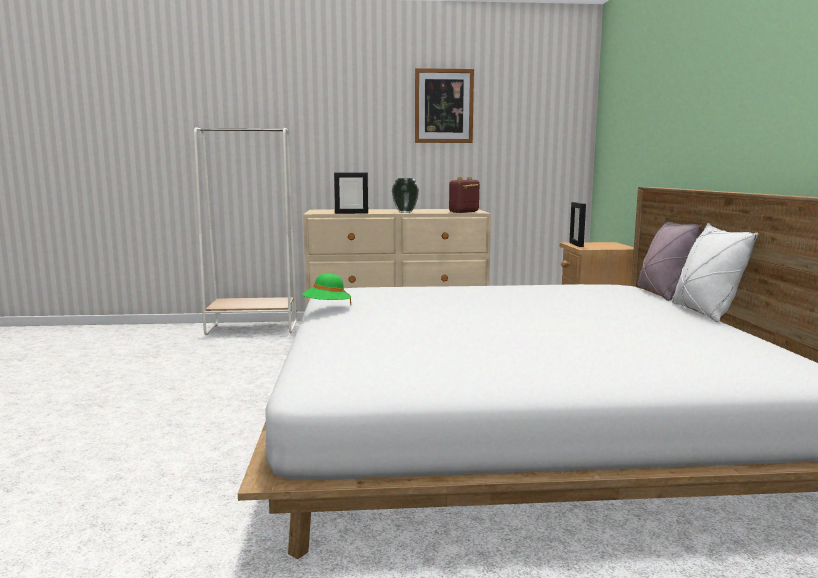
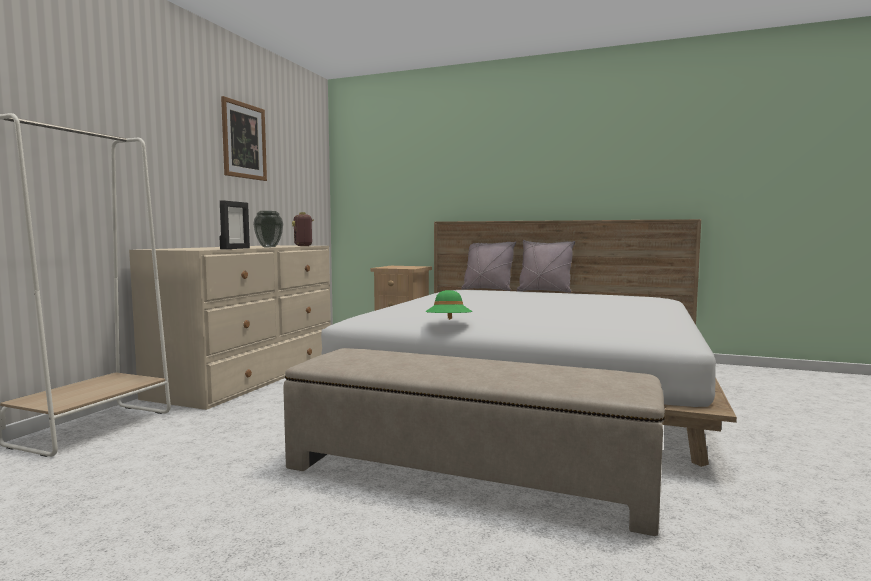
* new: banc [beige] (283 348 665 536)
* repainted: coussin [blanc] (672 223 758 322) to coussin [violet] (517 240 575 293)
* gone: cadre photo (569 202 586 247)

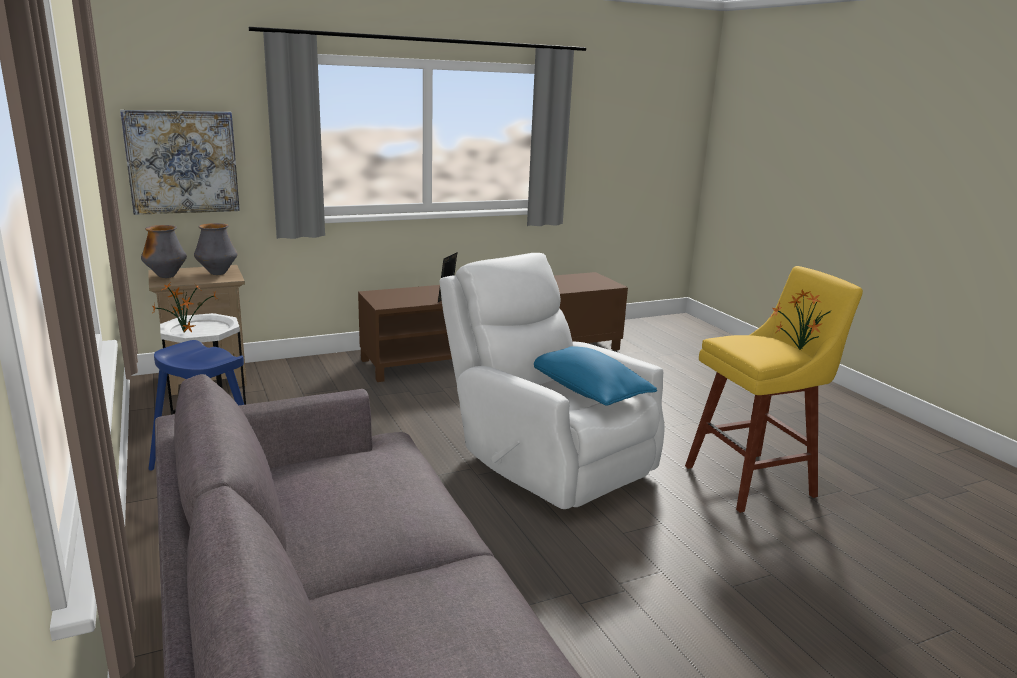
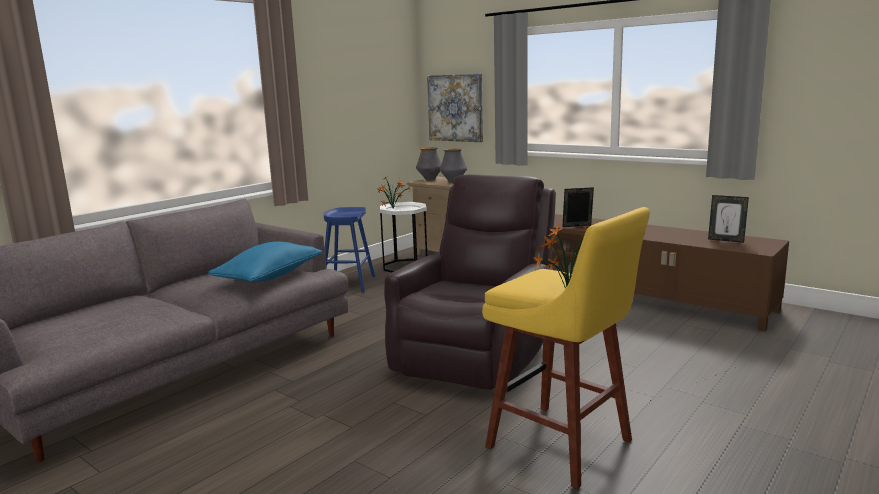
* shifted: coussin [bleu] (534 346 657 406) to (208 241 322 282)
* repainted: fauteuil [blanc] (439 253 665 509) to fauteuil [marron] (384 174 556 390)
* new: cadre photo (708 195 749 243)

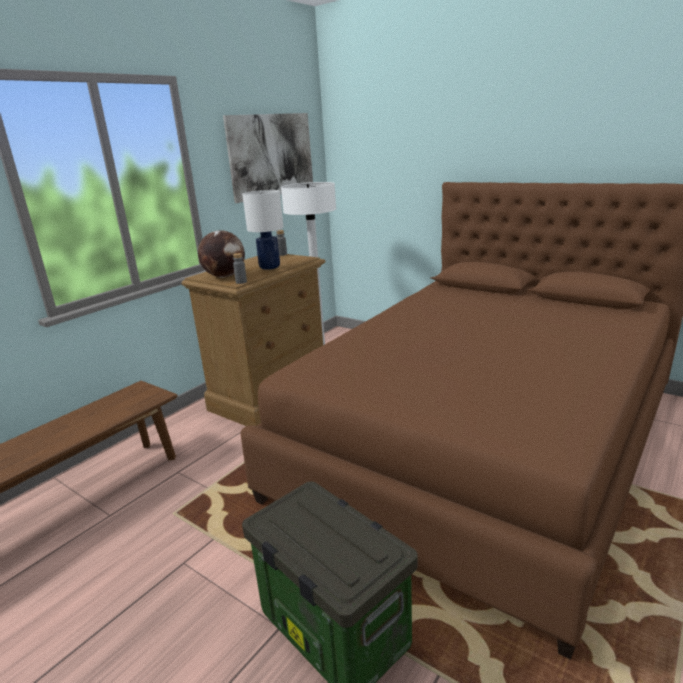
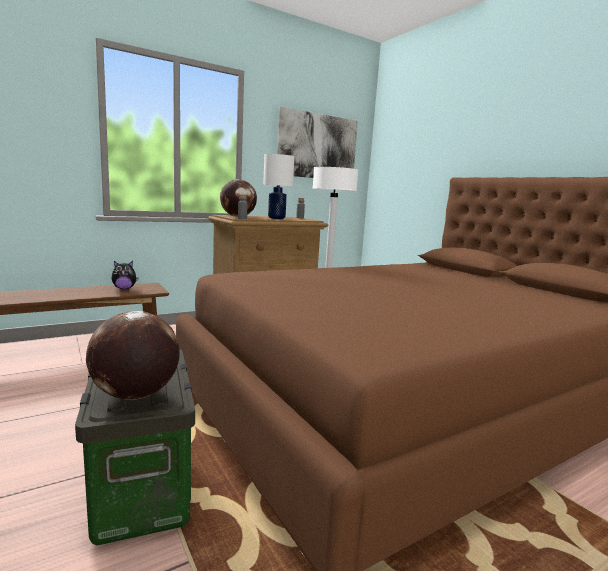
* new: globe (86 311 180 400)
* new: peluche (111 261 139 289)

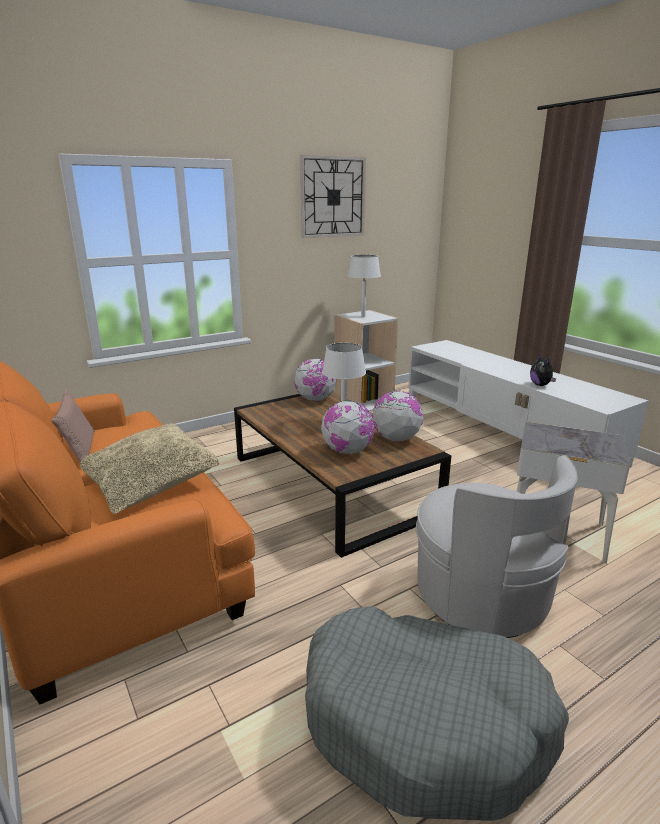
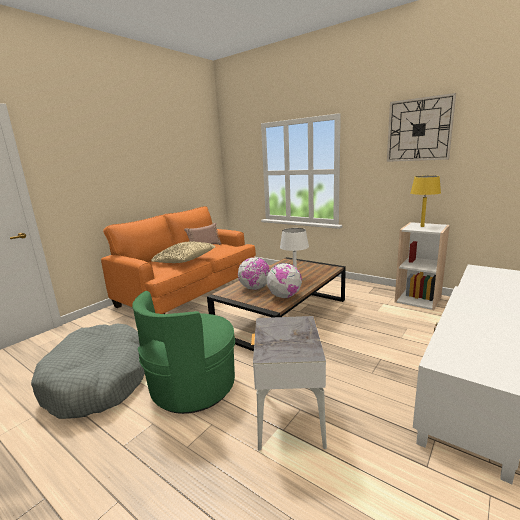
* repainted: fauteuil [blanc] (416 455 578 638) to fauteuil [vert] (132 291 235 414)
* repainted: lampe de table [blanc] (348 255 381 317) to lampe de table [jaune] (411 176 441 227)
* gone: globe (294 359 336 401)
* gone: peluche (530 354 556 386)

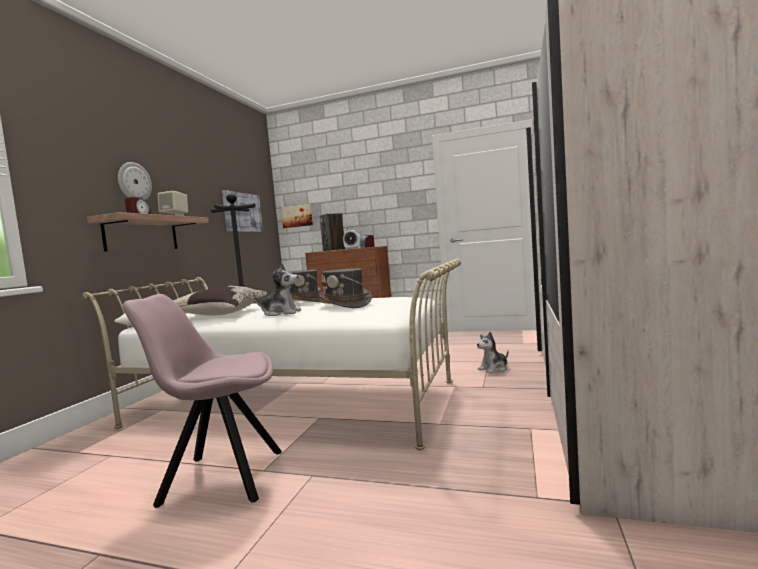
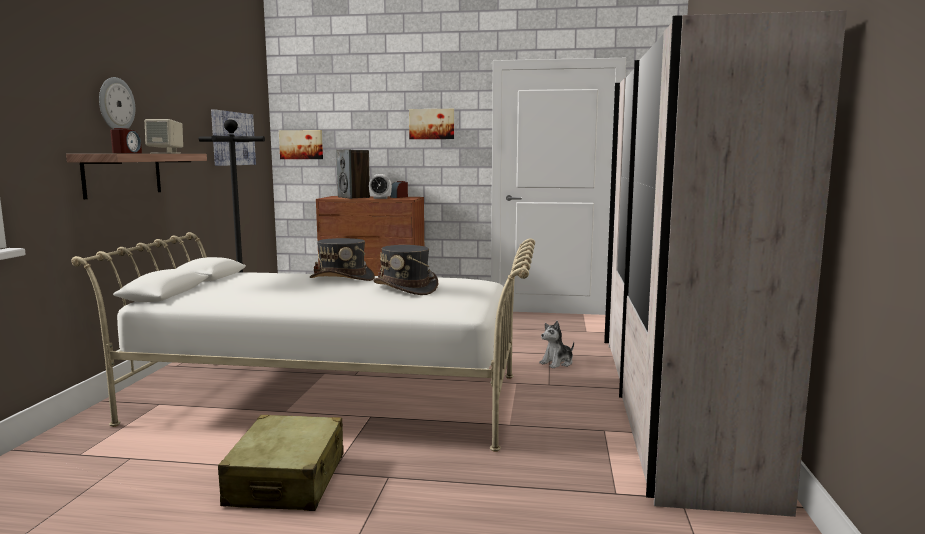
* swapped: chaise [rose] (122 294 282 508) to valise [beige] (218 415 344 511)
* new: tableau (409 109 454 139)
* gone: coussin (173 286 267 315)
* gone: peluche (254 263 301 316)

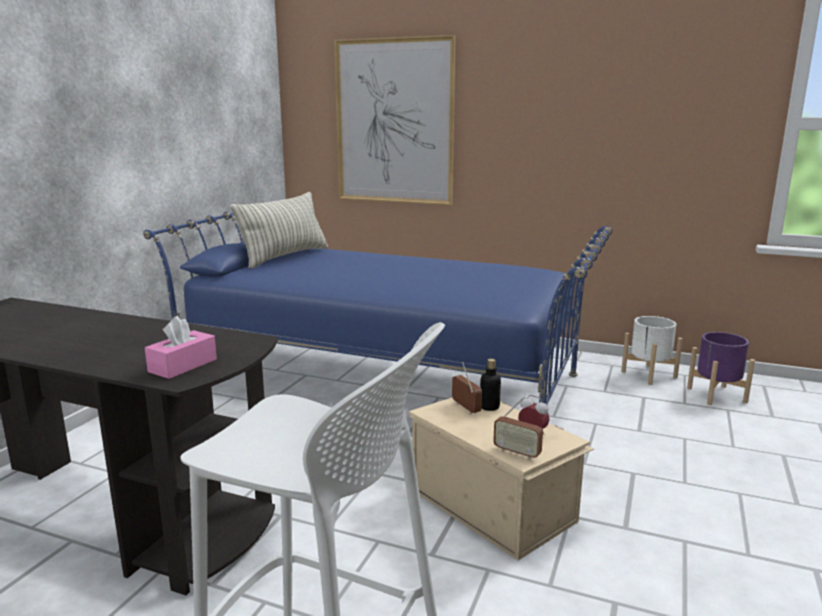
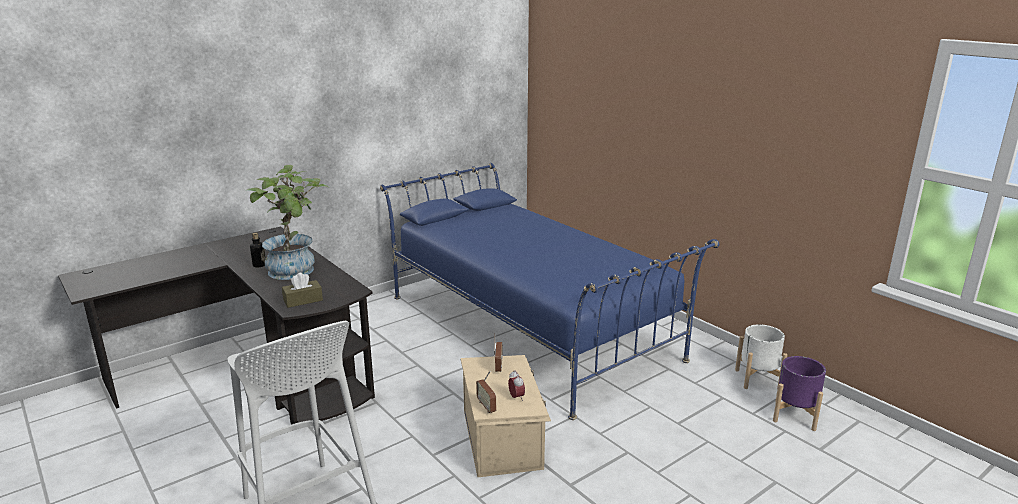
* new: plante en pot (247 165 328 280)
* shifted: bouteille (480 359 501 411) to (250 233 266 267)
* repainted: boîte à mouchoirs [rose] (145 316 217 379) to boîte à mouchoirs [marron] (282 272 323 308)
* gone: coussin (230 192 328 269)
* gone: tableau (334 35 456 205)

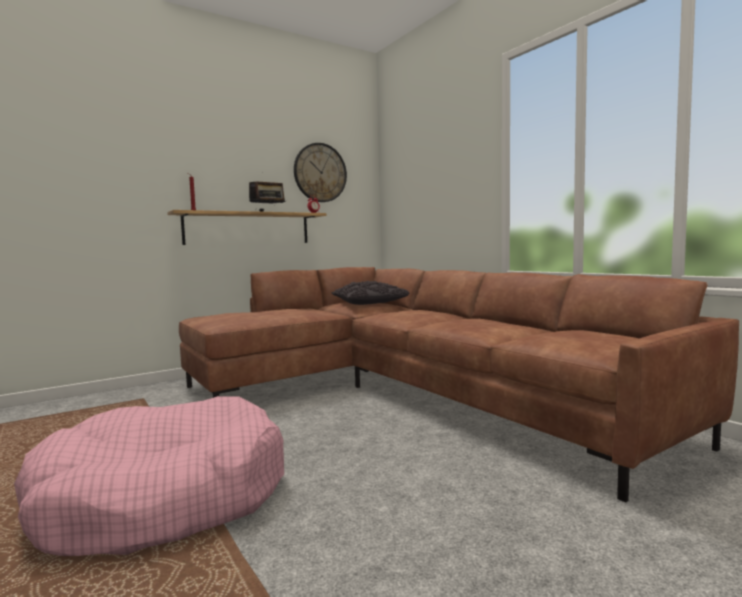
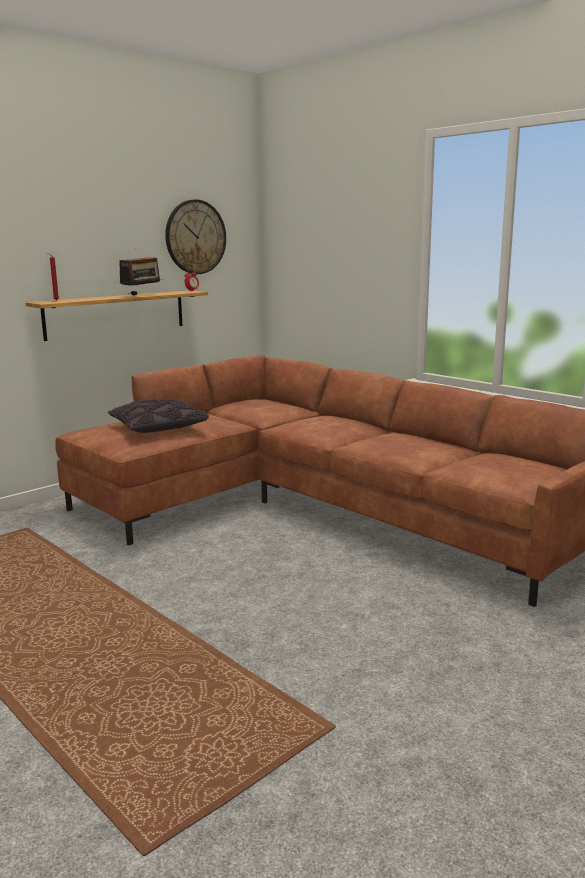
* shifted: coussin [noir] (332 281 409 305) to (108 398 209 433)
* gone: panier pour chien [rose] (14 396 284 556)

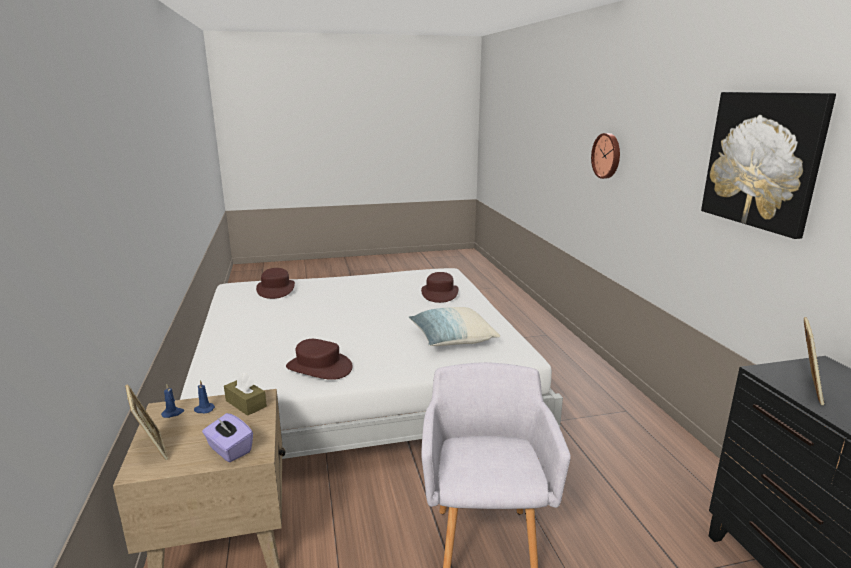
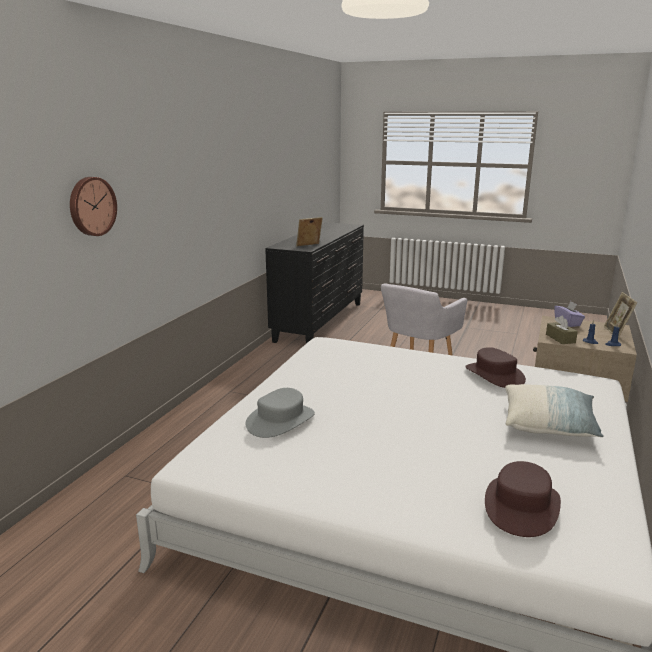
* repainted: chapeau [marron] (421 272 459 303) to chapeau [gris] (246 388 315 438)
* shifted: coussin (409 307 500 346) to (505 384 604 437)
* gone: tableau (701 92 836 239)

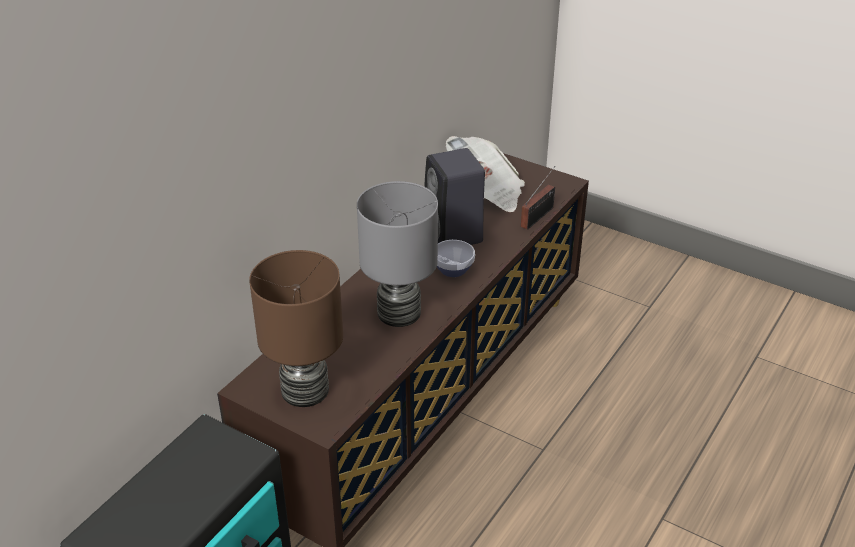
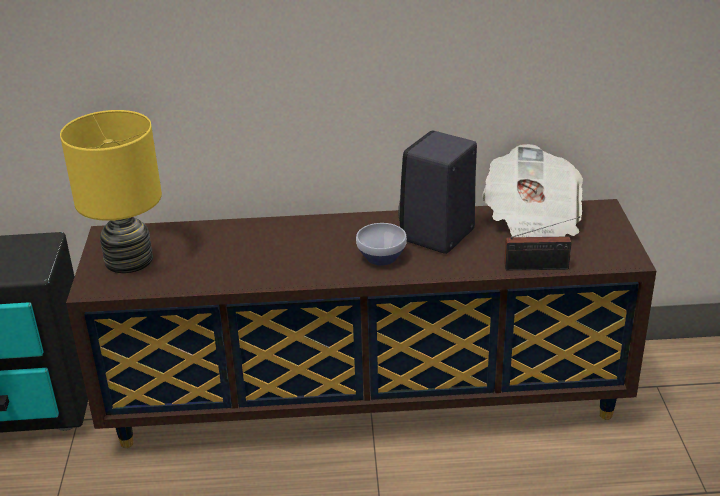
* repainted: lampe de table [marron] (249 250 343 407) to lampe de table [jaune] (60 110 162 273)
* gone: lampe de table [gris] (357 181 438 327)

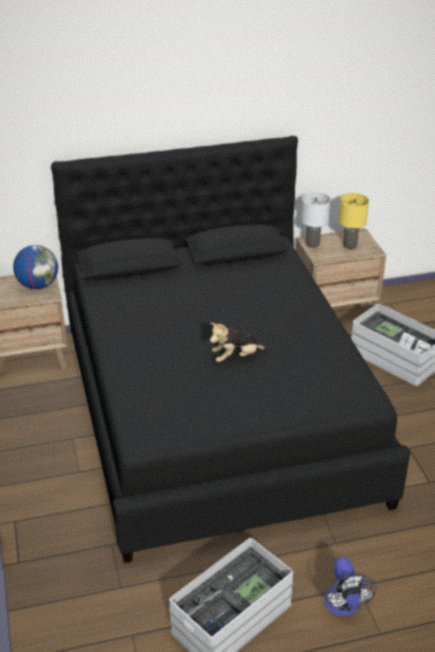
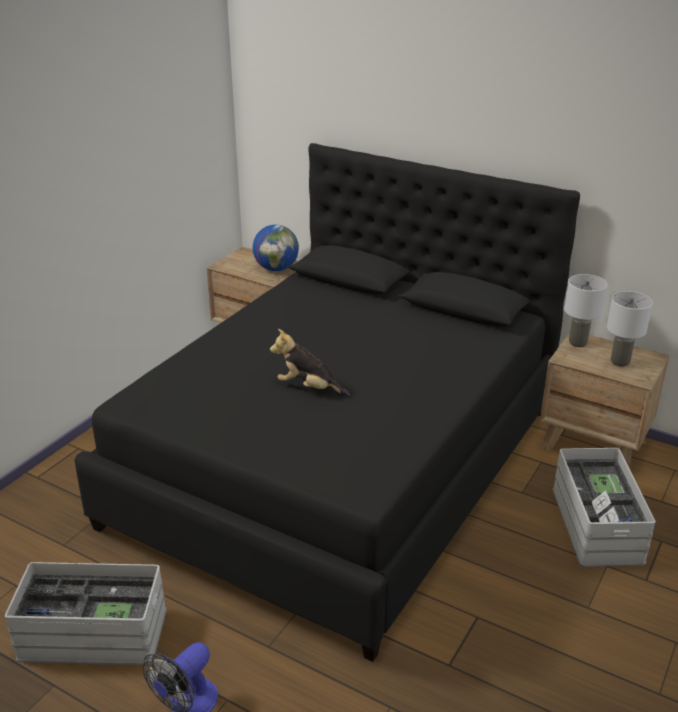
* repainted: lampe de table [jaune] (338 193 369 249) to lampe de table [blanc] (607 291 653 367)

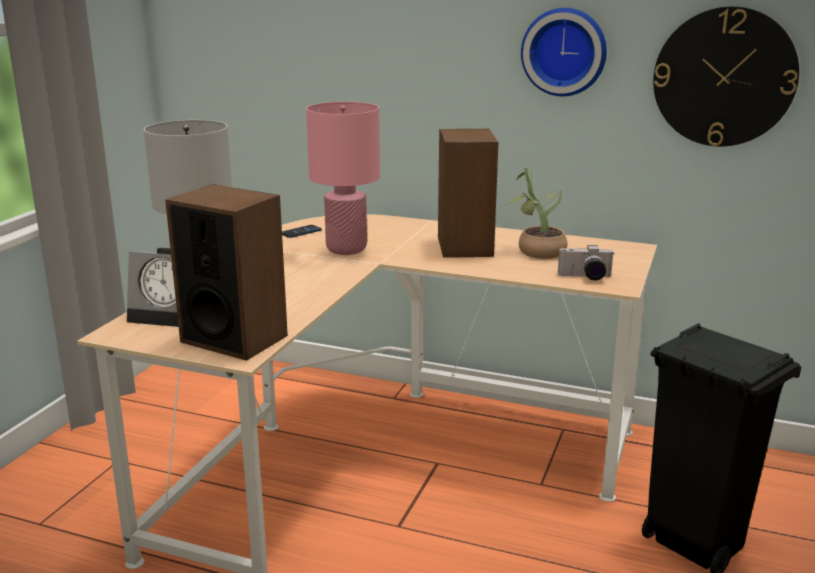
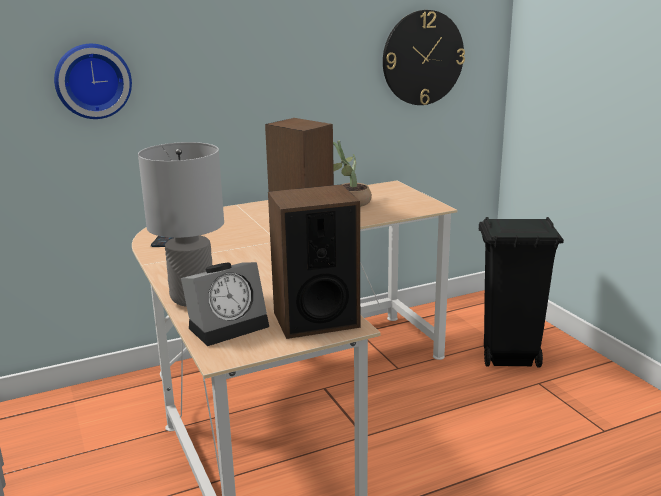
* shifted: horloge murale (521 8 607 96) to (54 44 132 119)
* gone: lampe de table [rose] (306 102 380 255)
* gone: appareil photo (558 245 615 280)

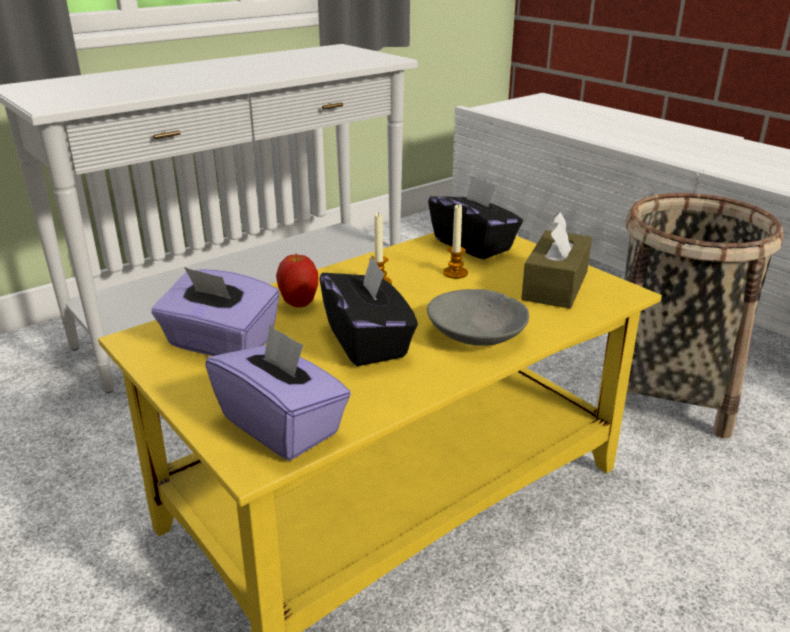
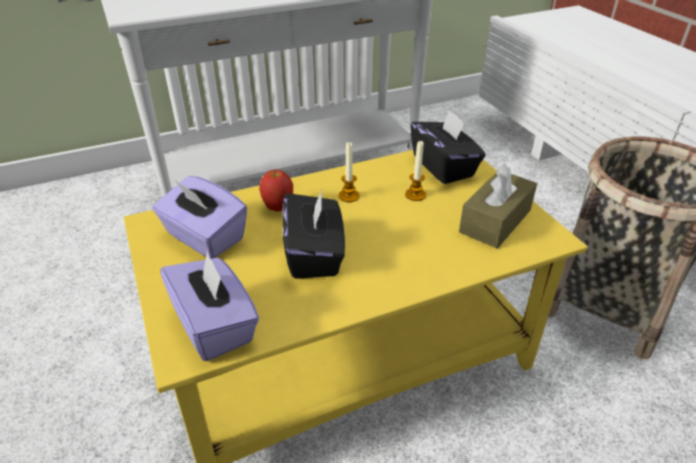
* gone: bol [gris] (427 289 529 346)

